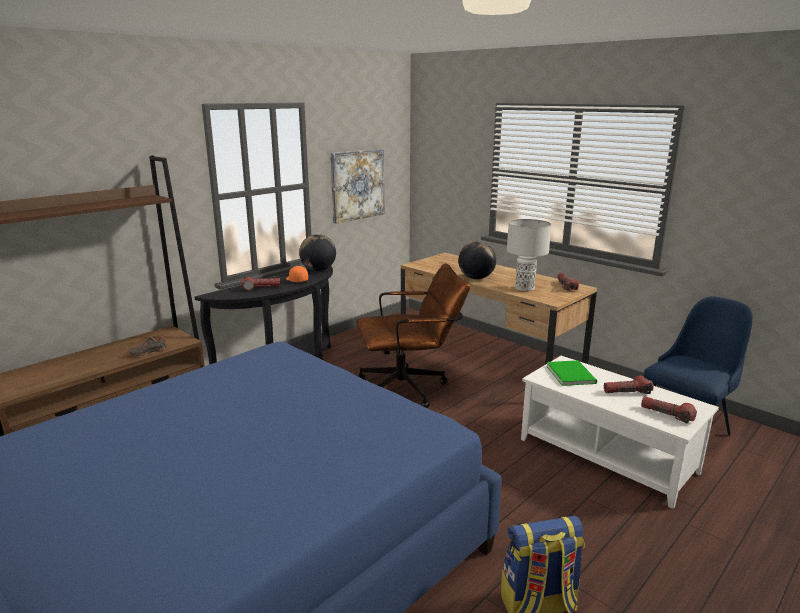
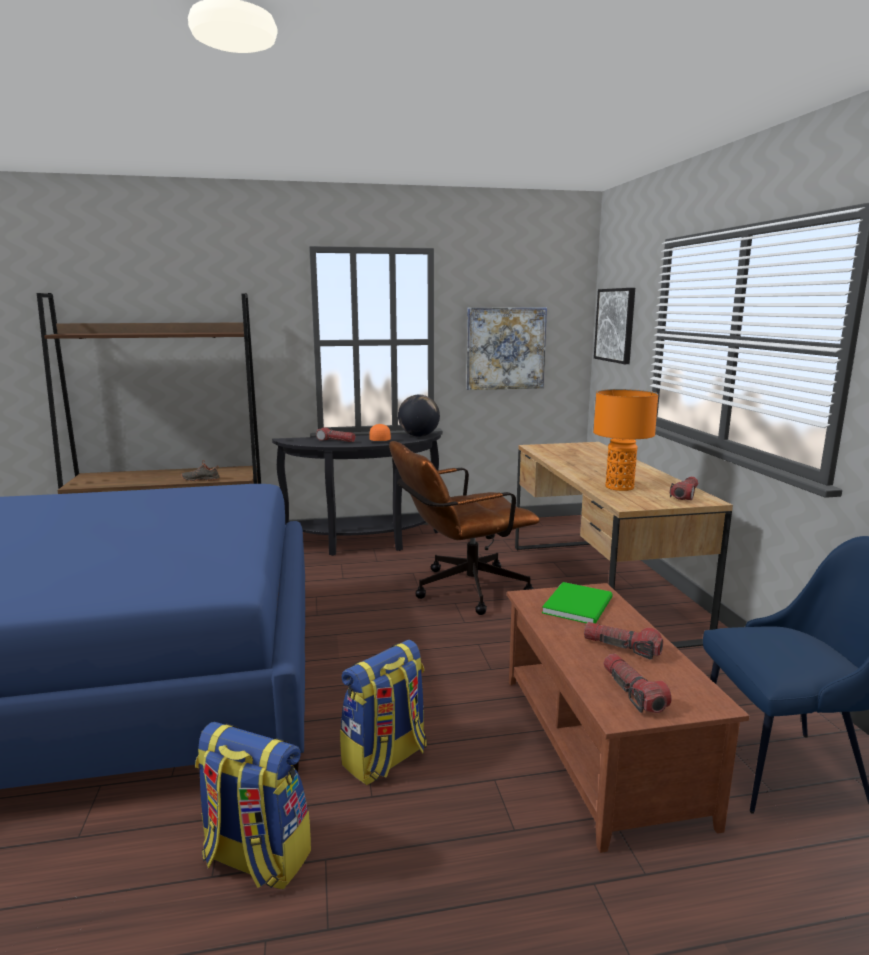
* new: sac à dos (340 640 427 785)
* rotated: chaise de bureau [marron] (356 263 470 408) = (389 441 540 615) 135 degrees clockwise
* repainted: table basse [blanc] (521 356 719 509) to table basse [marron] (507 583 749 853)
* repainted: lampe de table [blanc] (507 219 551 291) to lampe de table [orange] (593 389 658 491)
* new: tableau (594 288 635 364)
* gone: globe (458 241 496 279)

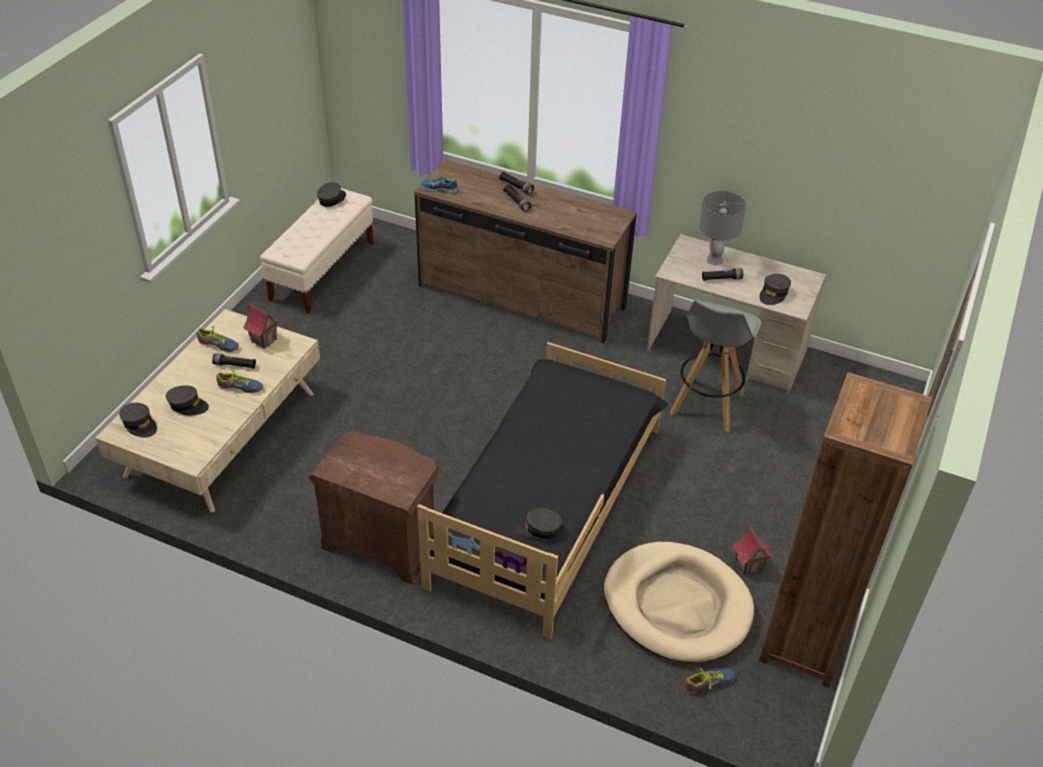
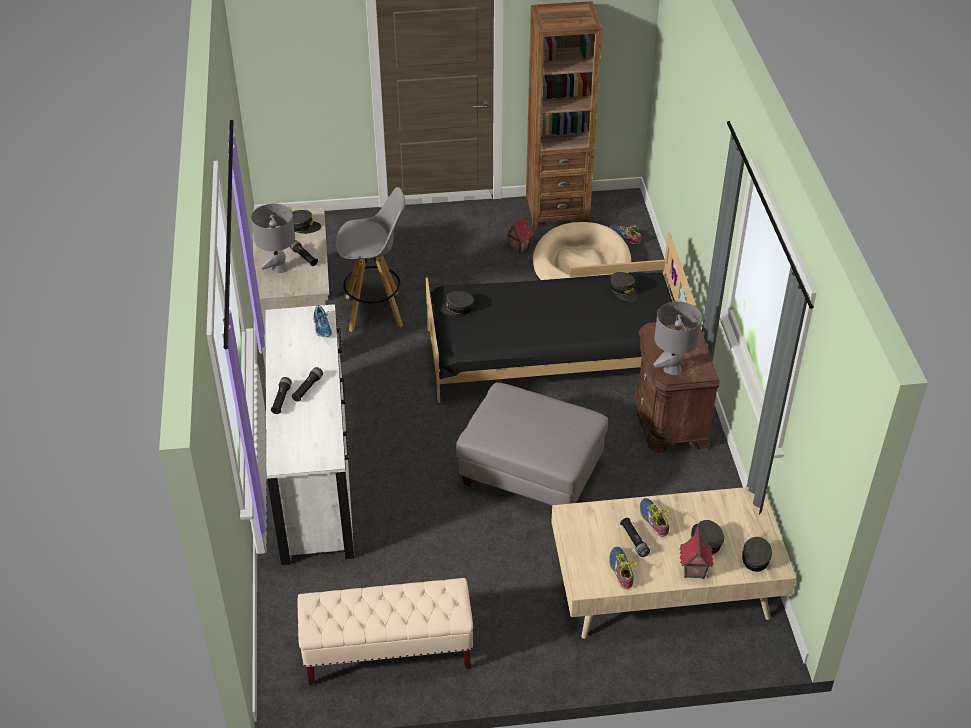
* repainted: commode [marron] (414 159 637 344) to commode [blanc] (265 304 355 565)
* shifted: chaussure (421 176 459 194) to (313 305 332 337)
* shifted: casquette [gris] (317 182 346 207) to (438 291 474 316)
* new: pouf [gris] (456 383 608 506)
* new: lampe de table [gris] (654 301 702 375)
* shifted: maison miniature (243 301 279 349) to (679 525 714 579)

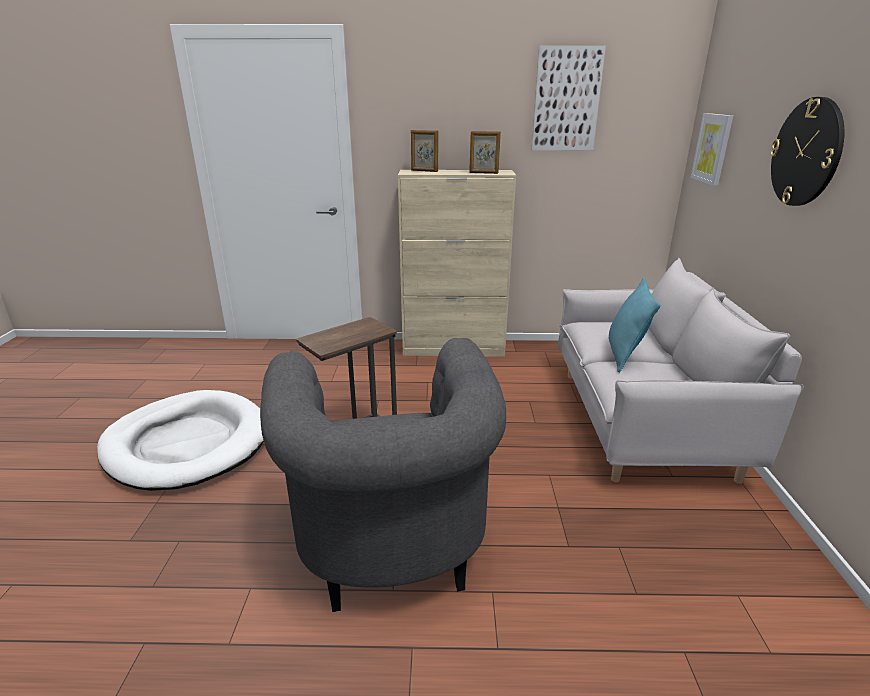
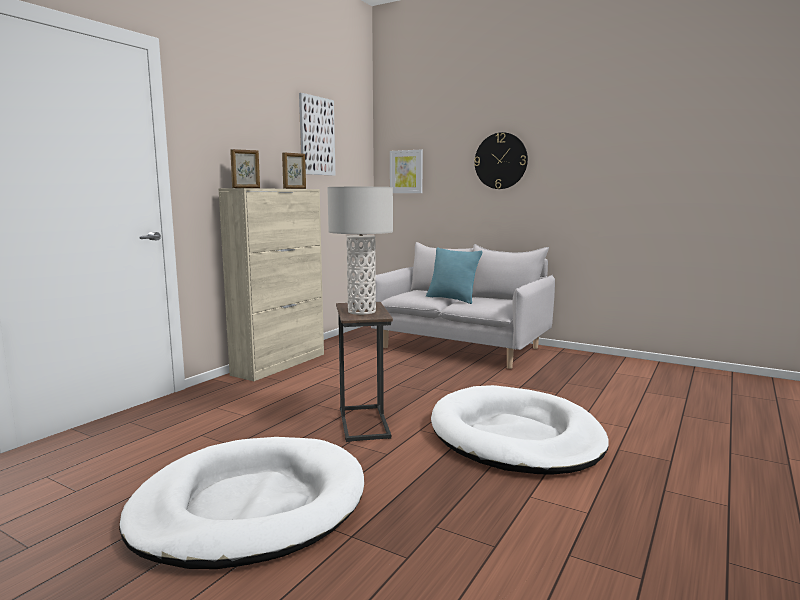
* new: lampe de table [blanc] (327 187 393 315)
* swapped: fauteuil [gris] (260 338 506 612) to panier pour chien [blanc] (431 385 609 475)

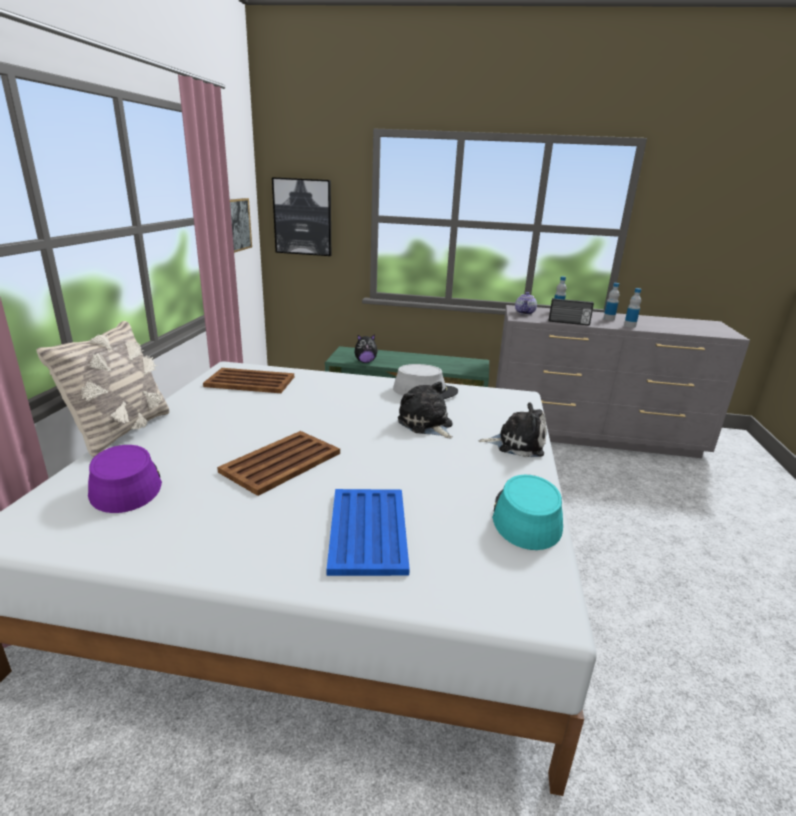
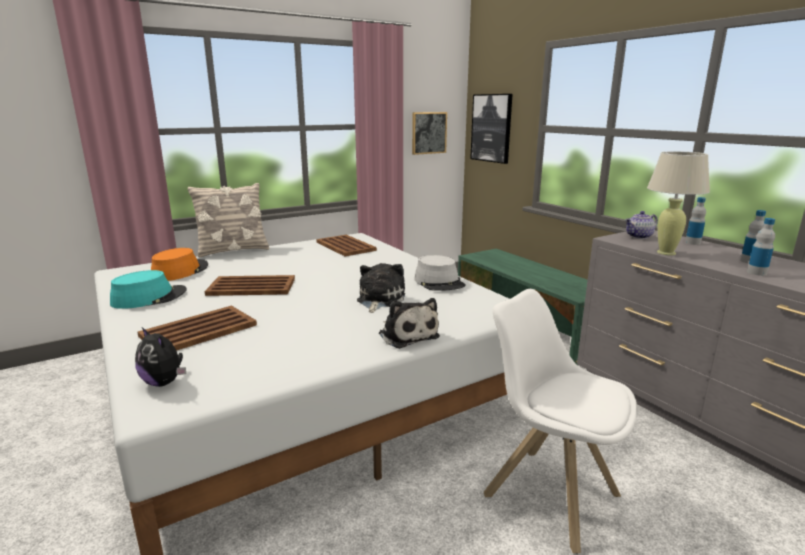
* shifted: chapeau [turquoise] (492 475 563 550) to (110 270 187 309)
* shifted: peluche (355 335 378 363) to (135 328 186 387)
* repainted: plateau [bleu] (327 489 410 576) to plateau [marron] (137 305 257 351)
* repainted: chapeau [violet] (88 445 162 513) to chapeau [orange] (151 248 208 281)
* new: chaise [blanc] (484 289 638 554)
* swapped: radio (549 298 594 326) to lampe de table [beige] (647 151 710 255)

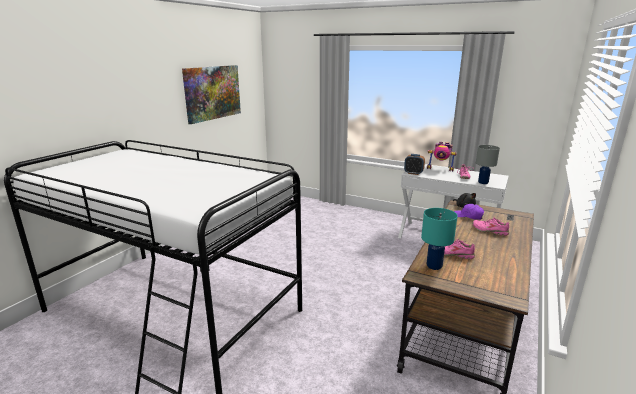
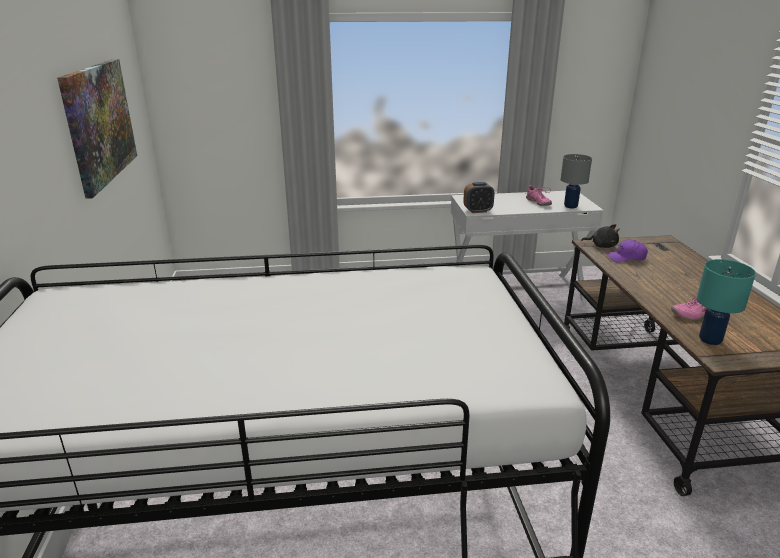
* gone: robot jouet (427 142 457 171)
* gone: chaussure [rose] (472 218 509 236)

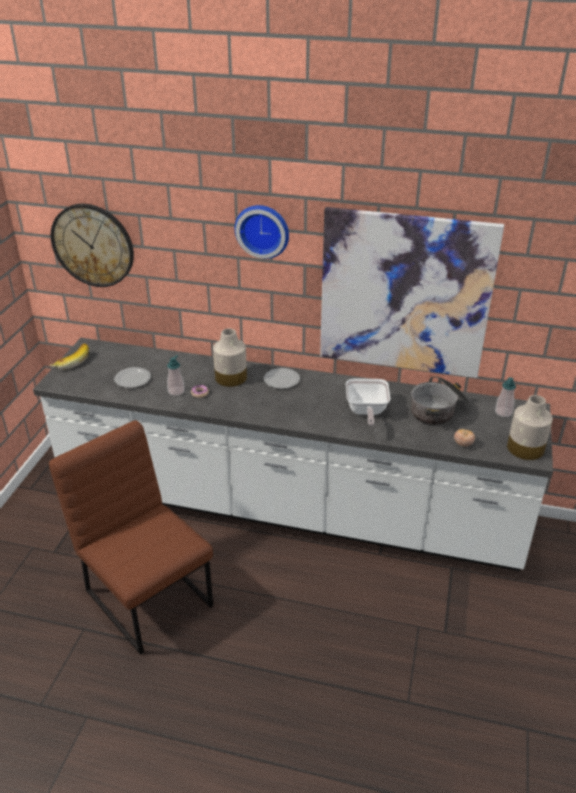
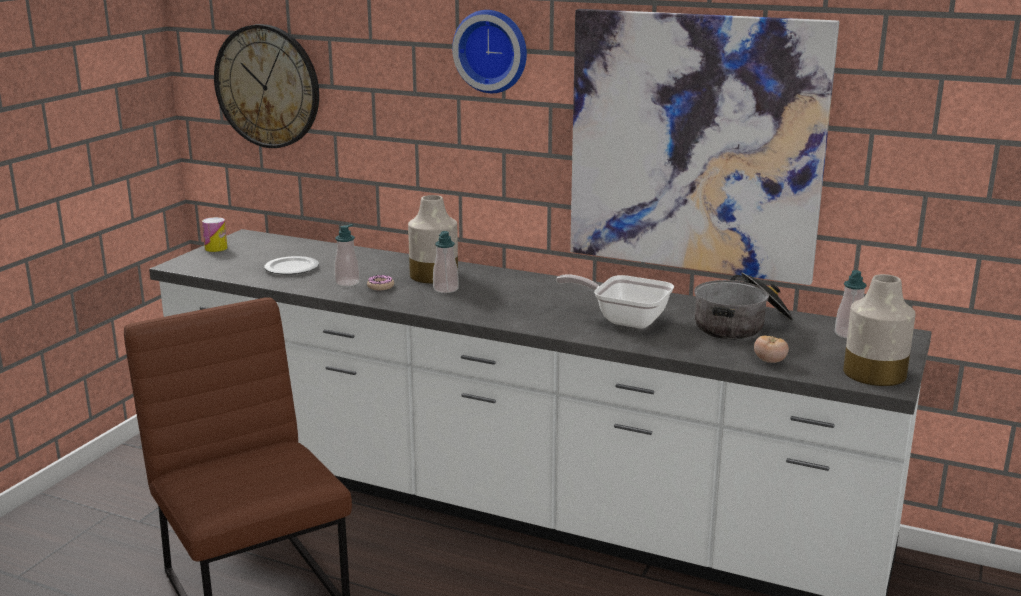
* swapped: banane (49 343 89 370) to boîte métallique (202 217 227 252)
* new: distributeur de savon (433 231 459 293)
* rotated: poêle (346 378 390 426) = (556 274 674 329) 105 degrees clockwise
* gone: assiette (264 368 300 389)

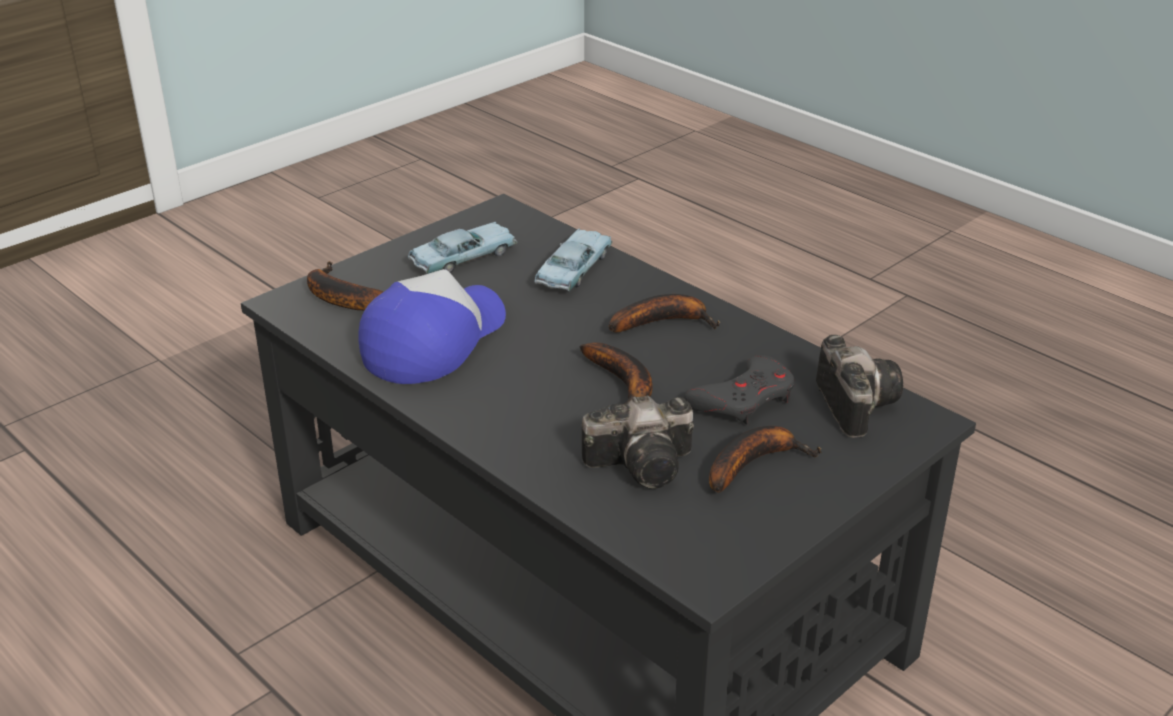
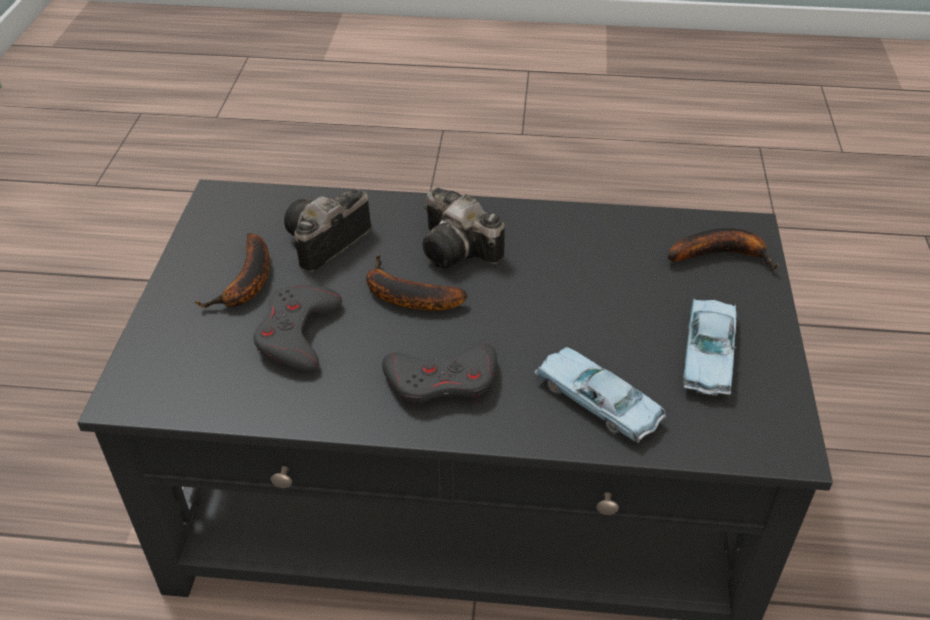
* swapped: banane (609 294 720 332) to manette [gris] (382 343 497 411)
* shifted: appareil photo (816 335 903 438) to (422 188 505 268)
* rotated: petite voiture [bleu] (534 228 613 292) = (534 347 666 443) 150 degrees clockwise
* gone: casquette (358 269 506 384)

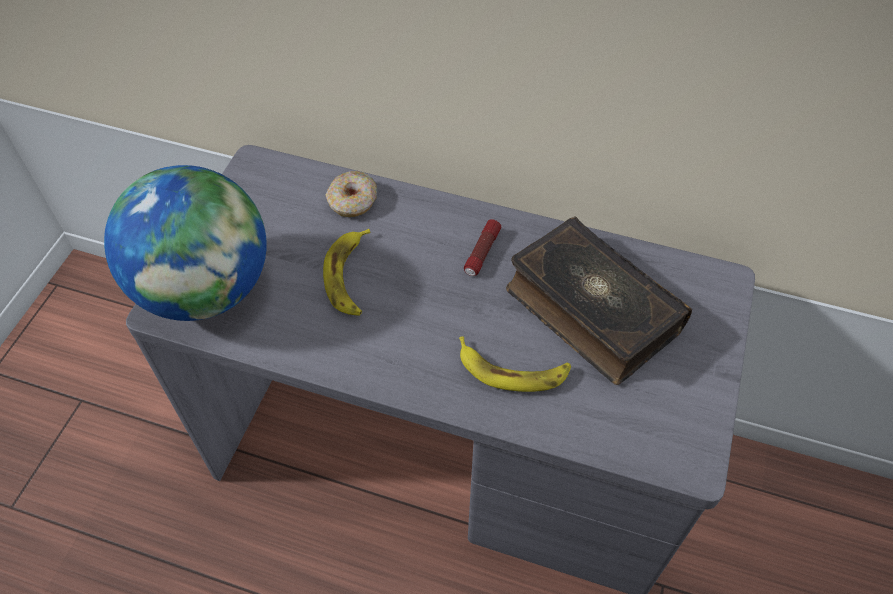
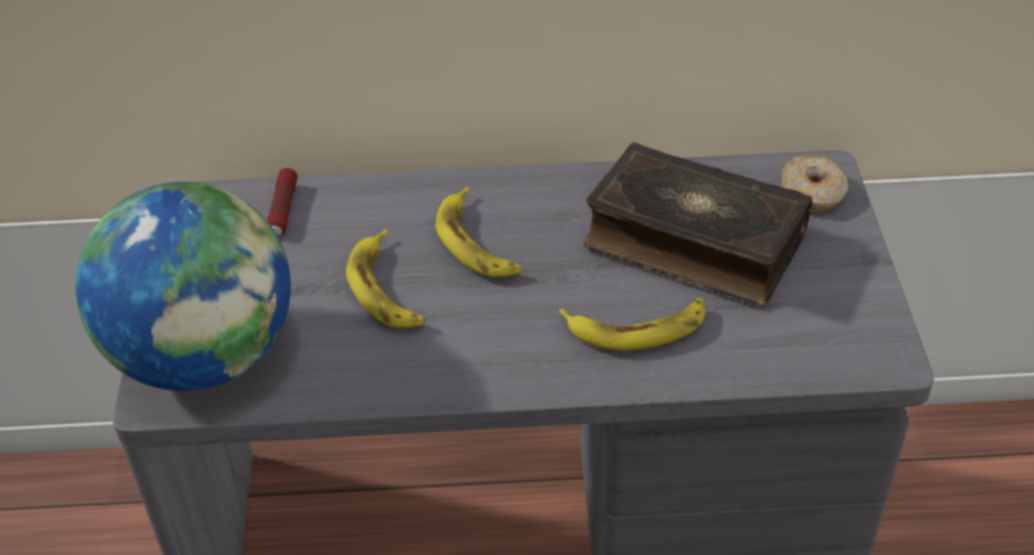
* shifted: lampe de poche (464 219 501 276) to (267 168 298 236)
* new: banane (436 187 521 278)
* shifted: beignet (326 171 377 217) to (781 154 848 212)

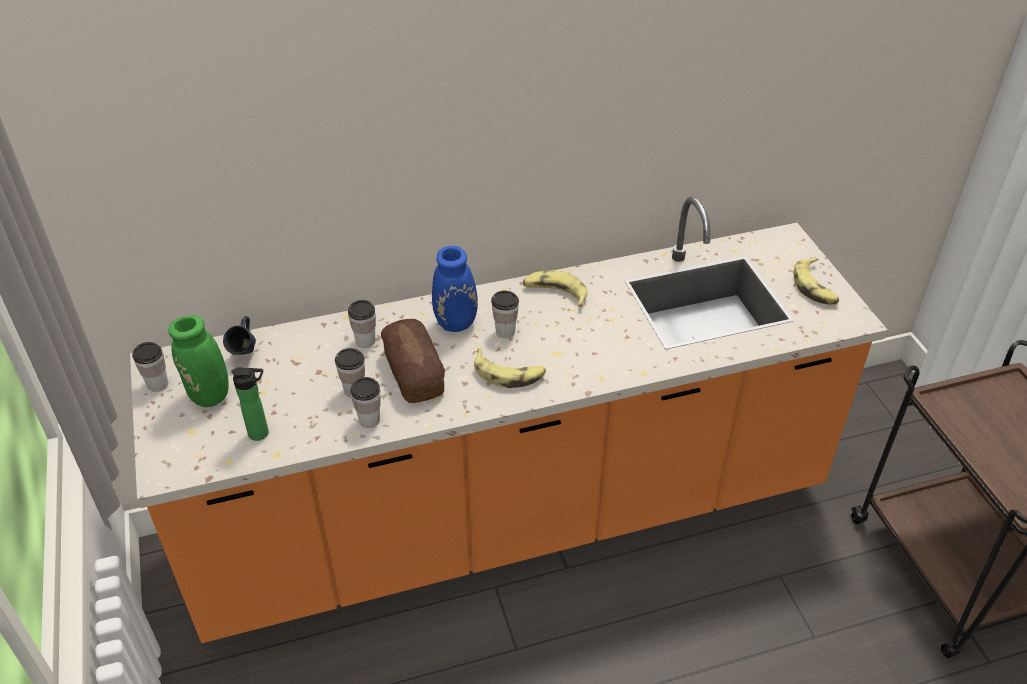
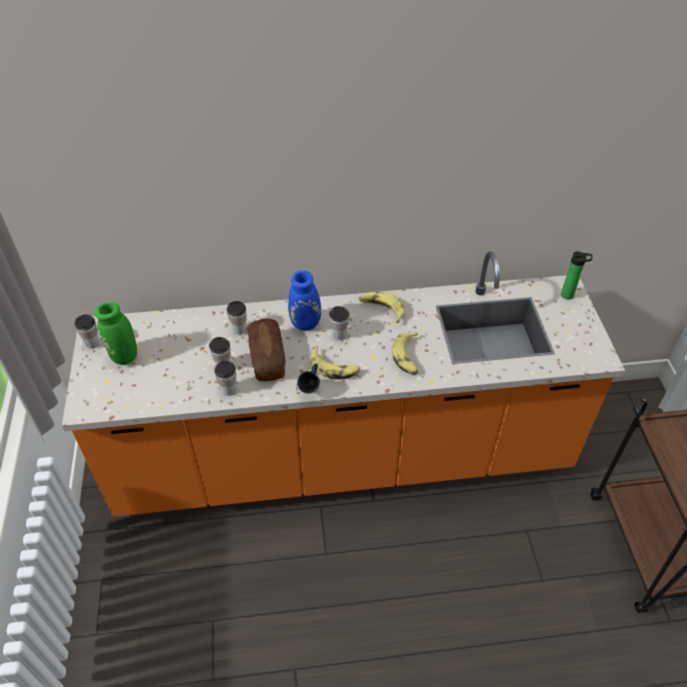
* shifted: mug [bleu] (223 316 256 355) to (297 363 320 394)
* shifted: banane (794 257 839 304) to (392 332 418 374)
* shifted: bouteille (231 367 269 441) to (561 251 592 300)

